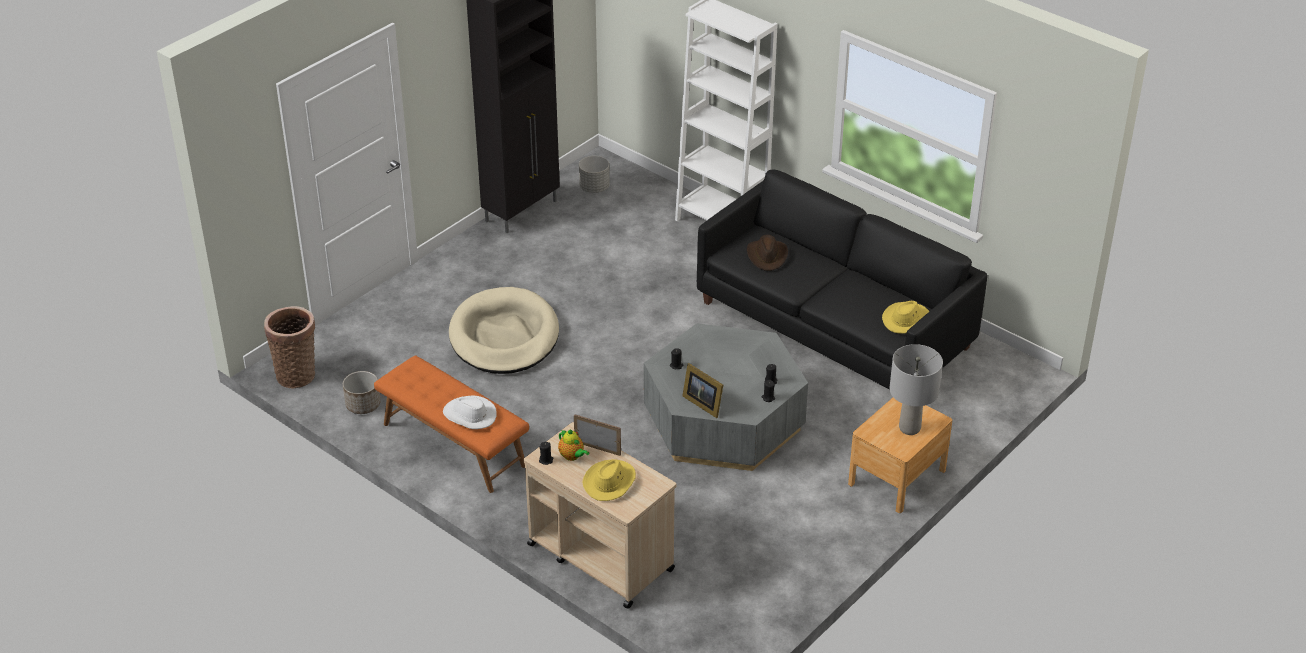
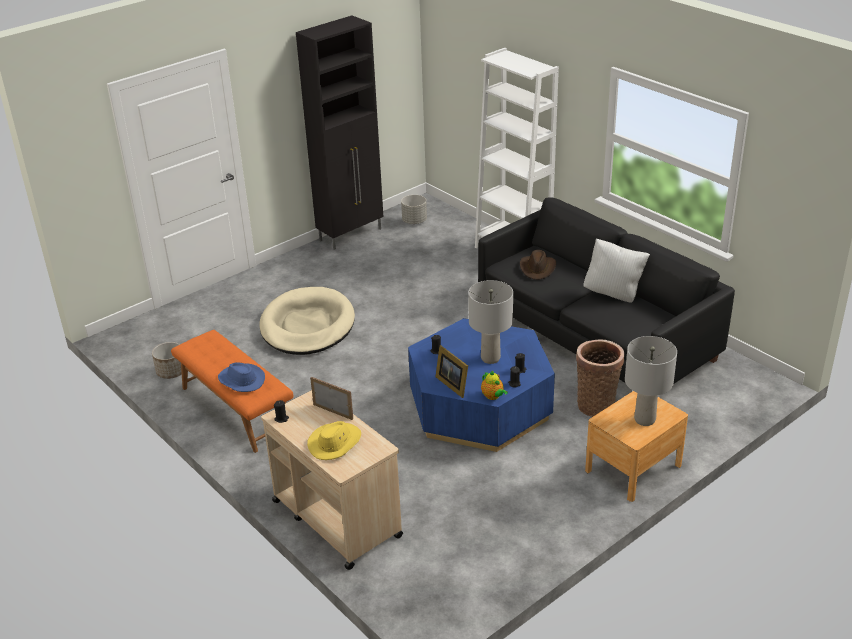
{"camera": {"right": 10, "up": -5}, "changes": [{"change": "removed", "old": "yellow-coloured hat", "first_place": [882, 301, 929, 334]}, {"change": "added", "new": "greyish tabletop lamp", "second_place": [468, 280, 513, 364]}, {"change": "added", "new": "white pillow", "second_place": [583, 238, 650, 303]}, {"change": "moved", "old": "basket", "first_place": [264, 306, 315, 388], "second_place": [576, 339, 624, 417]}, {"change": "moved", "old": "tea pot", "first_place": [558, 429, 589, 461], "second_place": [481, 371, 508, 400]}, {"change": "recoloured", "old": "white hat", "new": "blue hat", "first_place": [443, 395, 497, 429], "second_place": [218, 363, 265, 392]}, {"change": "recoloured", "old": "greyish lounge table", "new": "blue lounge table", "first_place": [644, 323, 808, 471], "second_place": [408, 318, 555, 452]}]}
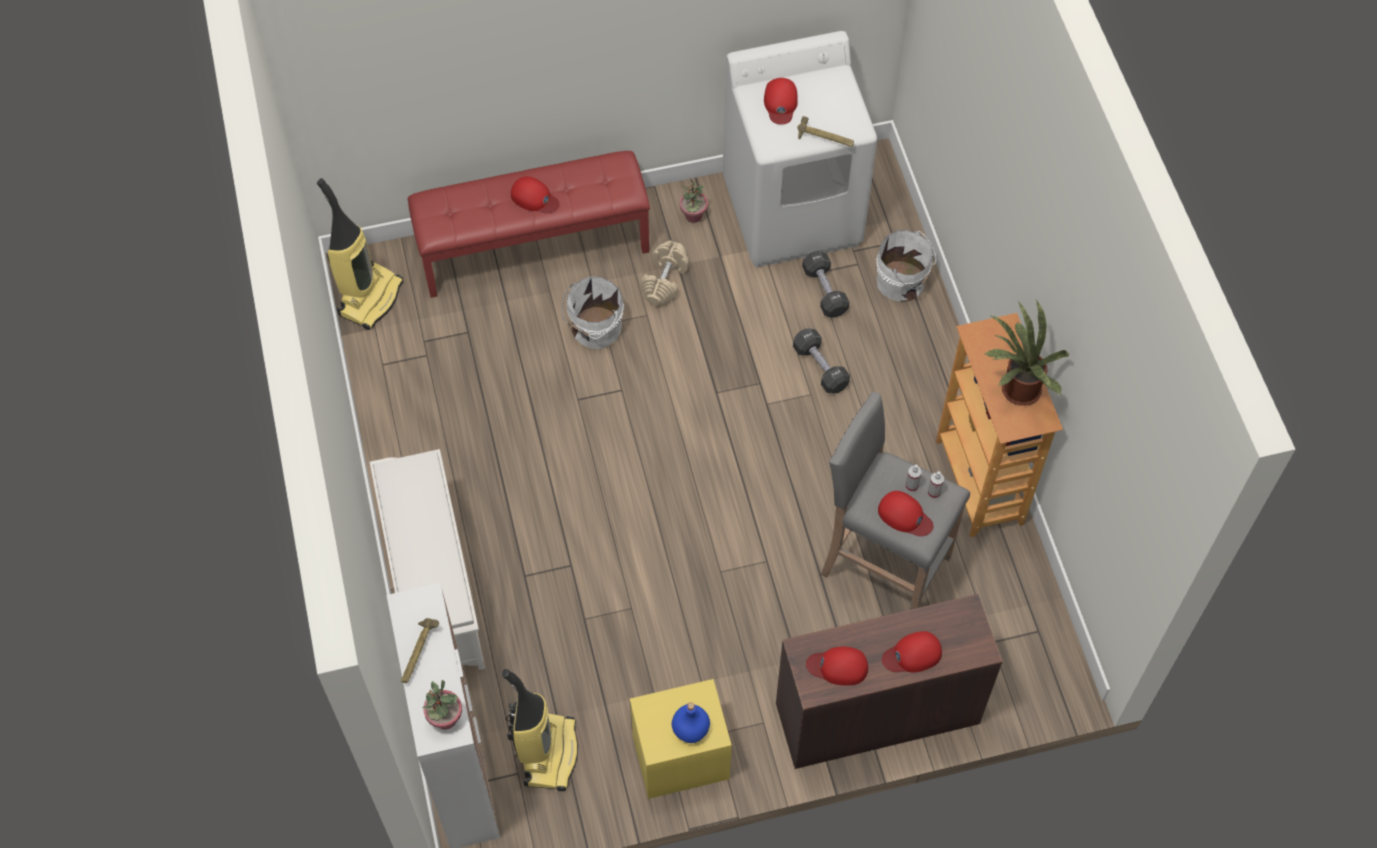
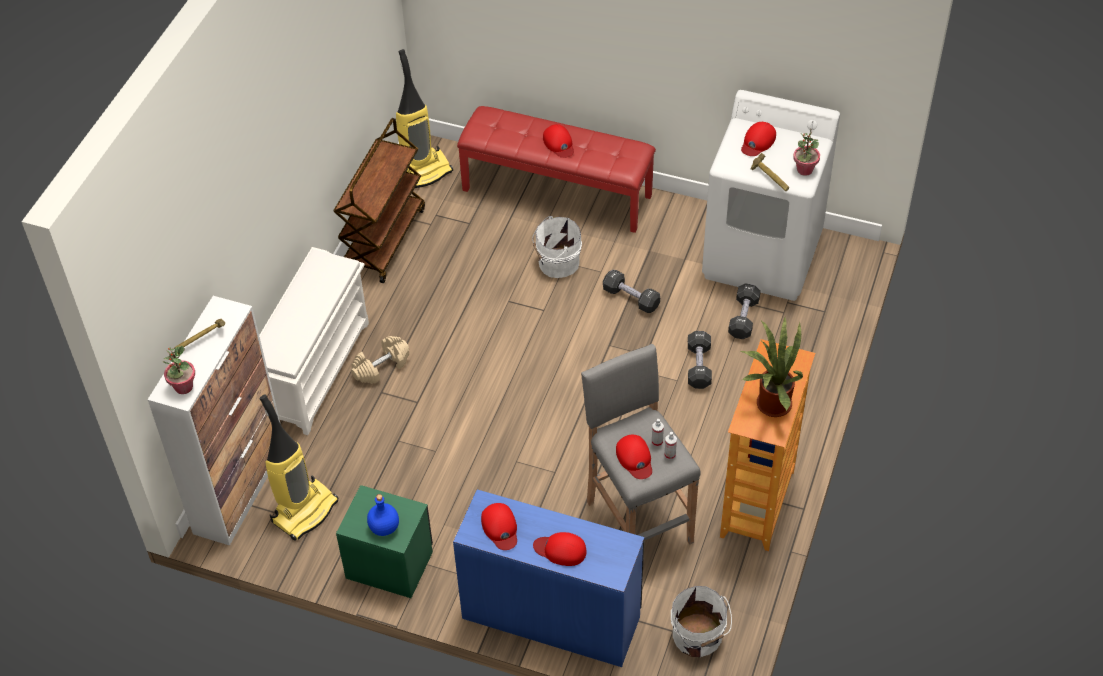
{"camera": {"right": 35, "up": -10}, "changes": [{"change": "added", "new": "brown-coloured trolley", "second_place": [333, 118, 425, 283]}, {"change": "added", "new": "blackish hand weight", "second_place": [603, 270, 660, 313]}, {"change": "moved", "old": "beige-coloured hand weight", "first_place": [641, 241, 689, 305], "second_place": [351, 336, 409, 384]}, {"change": "moved", "old": "houseplant", "first_place": [680, 178, 708, 223], "second_place": [793, 128, 820, 176]}, {"change": "moved", "old": "white water bucket", "first_place": [876, 230, 936, 302], "second_place": [671, 586, 732, 657]}, {"change": "recoloured", "old": "yellow-coloured night table", "new": "greenish night table", "first_place": [630, 679, 732, 799], "second_place": [336, 485, 433, 598]}, {"change": "recoloured", "old": "brown-coloured desk table", "new": "blue desk table", "first_place": [776, 594, 1003, 769], "second_place": [453, 489, 644, 667]}, {"change": "turned", "old": "red-coloured baseball cap", "first_place": [806, 647, 868, 686], "second_place": [481, 503, 517, 550], "degrees": -150}]}
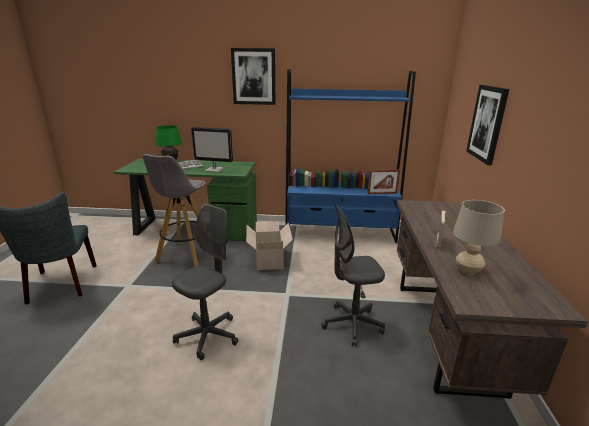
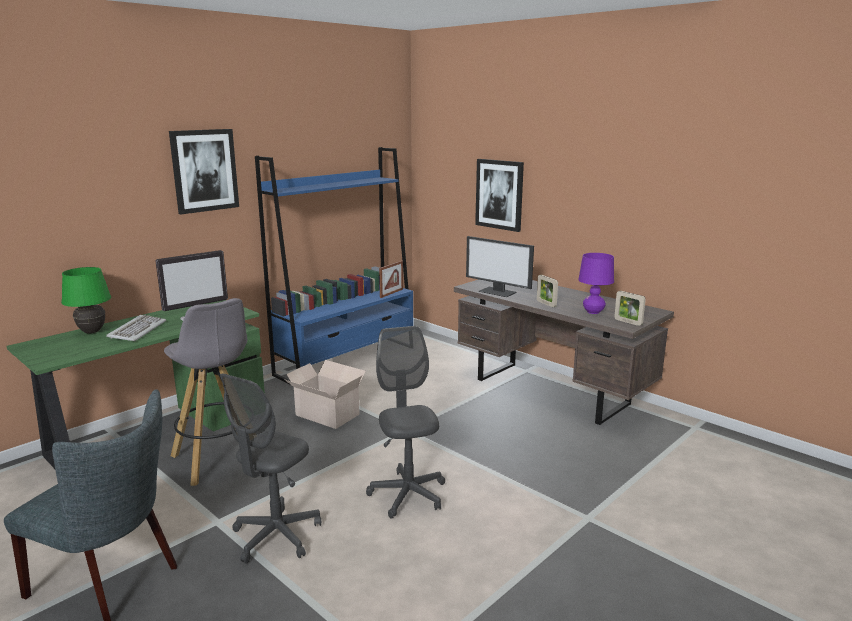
{"camera": {"right": -50, "up": -5}, "changes": [{"change": "added", "new": "computer display", "second_place": [466, 236, 534, 297]}, {"change": "added", "new": "photo frame", "second_place": [614, 291, 646, 326]}, {"change": "moved", "old": "greyish computer chair", "first_place": [321, 204, 385, 346], "second_place": [220, 373, 321, 563]}, {"change": "recoloured", "old": "beige-coloured tabletop lamp", "new": "purple-coloured tabletop lamp", "first_place": [453, 200, 505, 275], "second_place": [578, 253, 614, 314]}]}
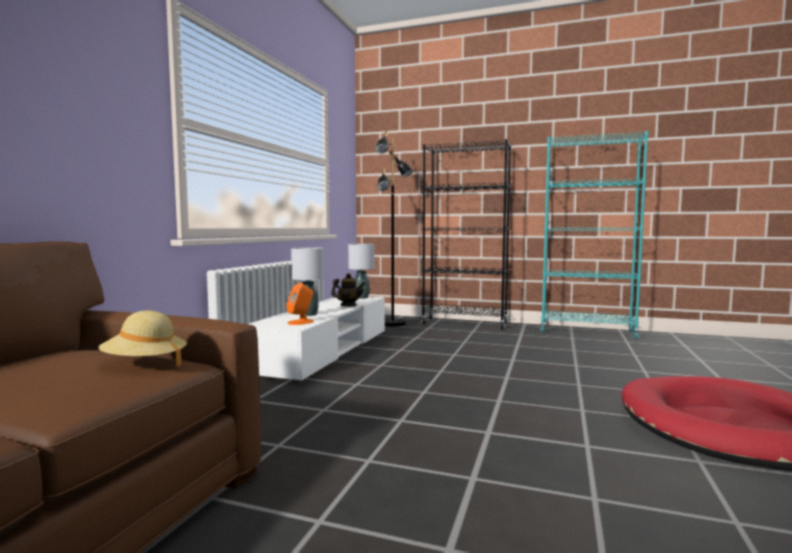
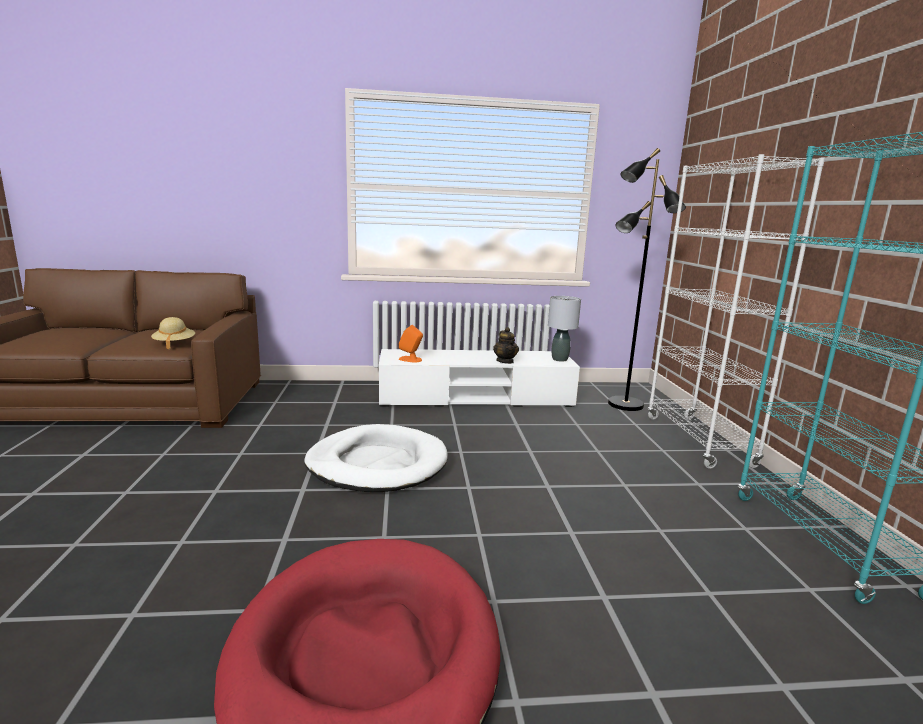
{"camera": {"right": 65, "up": 10}, "changes": [{"change": "removed", "old": "greyish tabletop lamp", "first_place": [291, 247, 324, 316]}, {"change": "added", "new": "white pet bed", "second_place": [304, 424, 448, 492]}, {"change": "recoloured", "old": "blackish shelving unit", "new": "white shelving unit", "first_place": [421, 139, 511, 330], "second_place": [647, 154, 825, 469]}]}
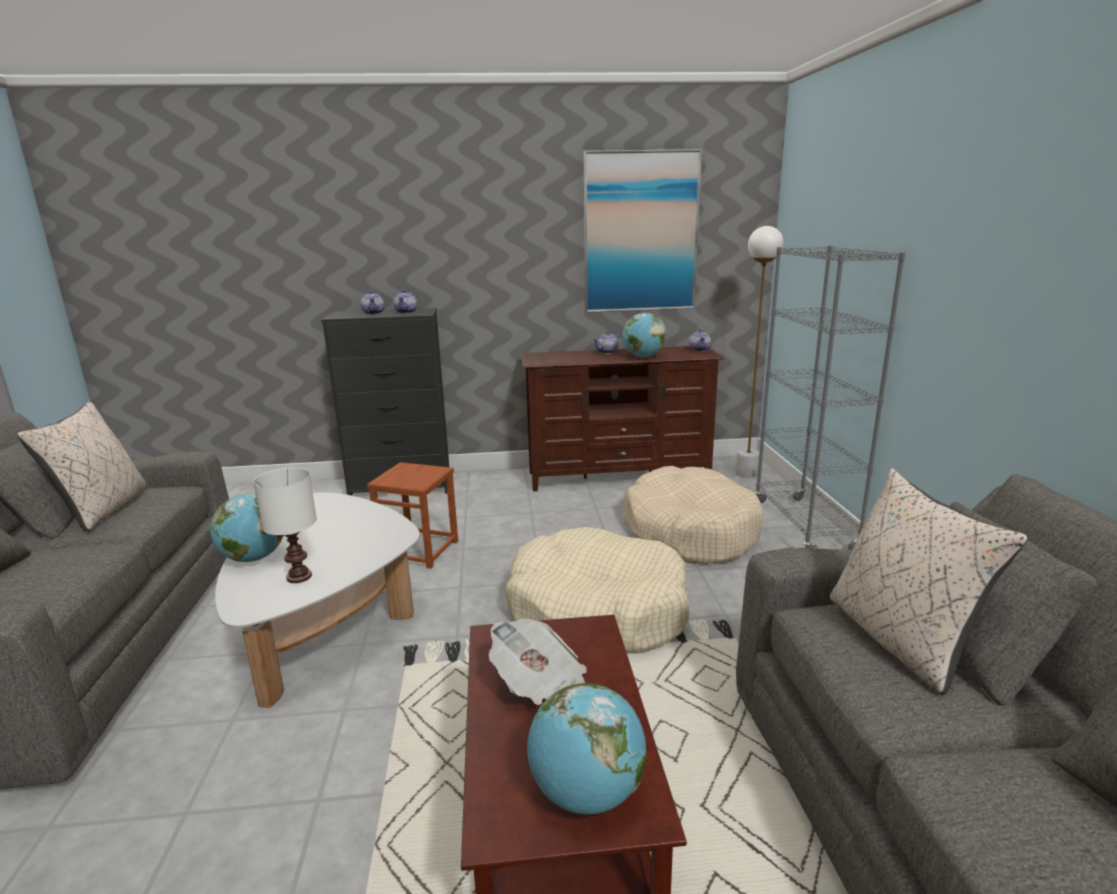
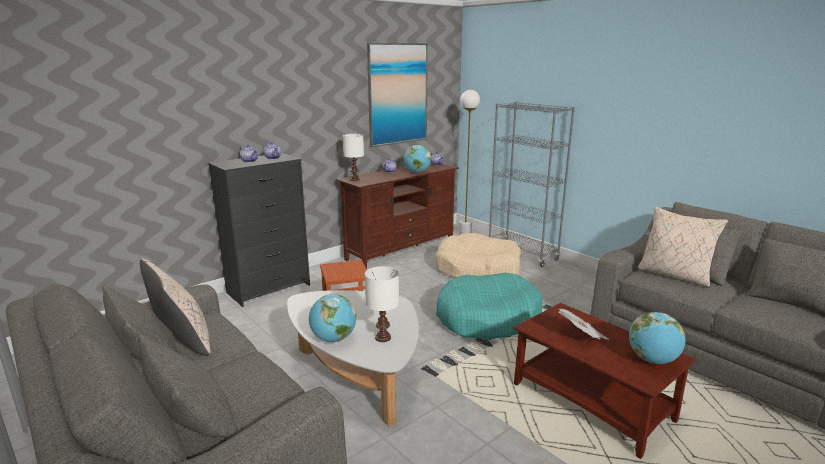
{"camera": {"right": -35, "up": 0}, "changes": [{"change": "added", "new": "white tabletop lamp", "second_place": [343, 134, 364, 181]}, {"change": "recoloured", "old": "beige-coloured pet bed", "new": "blue-green pet bed", "first_place": [505, 527, 689, 653], "second_place": [436, 273, 543, 340]}]}
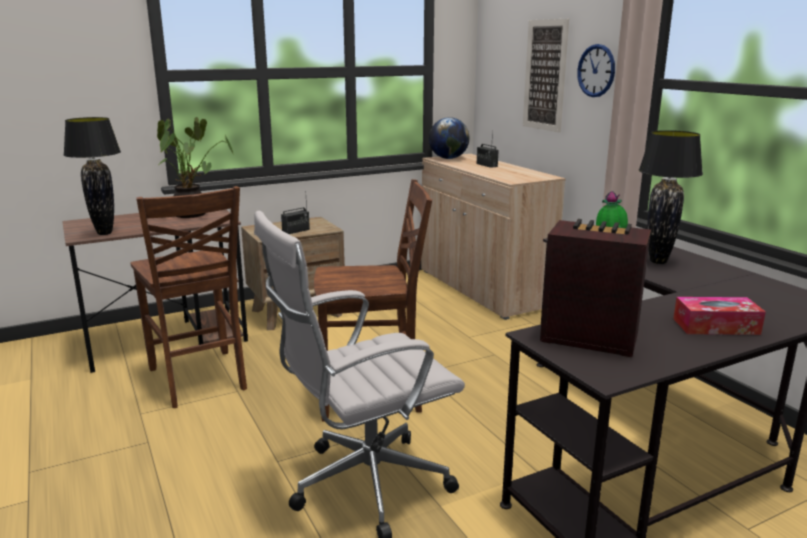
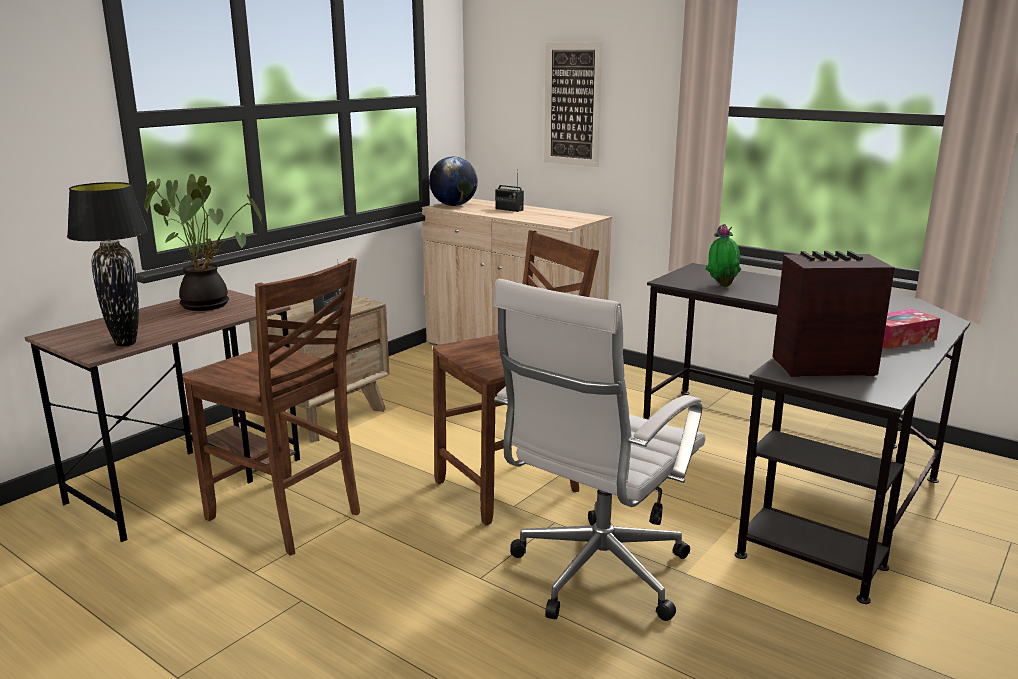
{"camera": {"right": -25, "up": 0}, "changes": [{"change": "removed", "old": "wall clock", "first_place": [577, 44, 615, 97]}, {"change": "removed", "old": "blackish tabletop lamp", "first_place": [639, 130, 703, 264]}]}
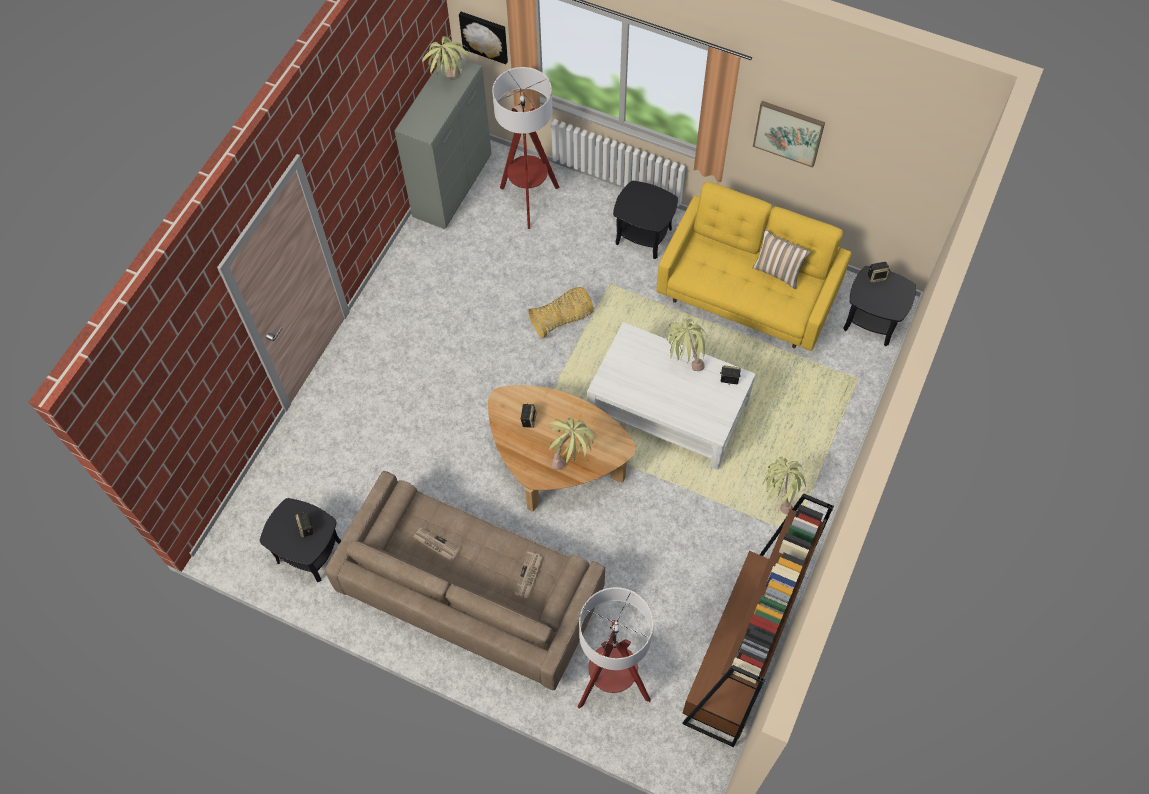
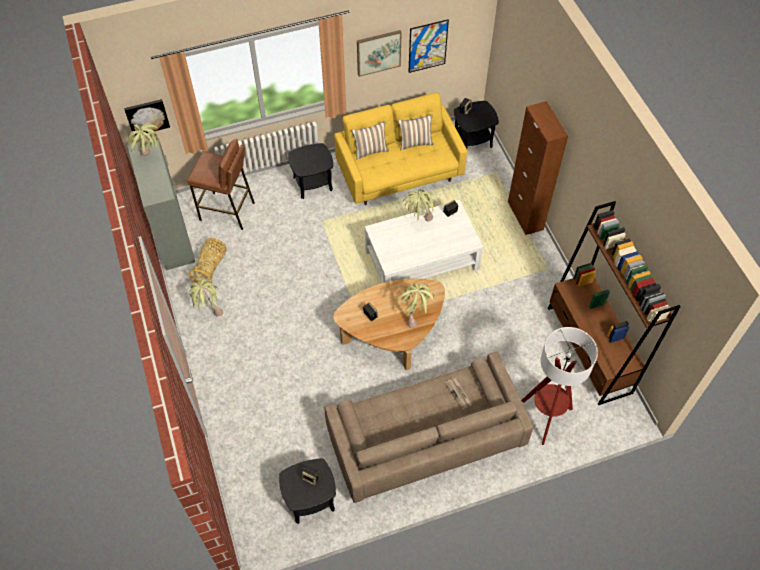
{"camera": {"right": -45, "up": -5}, "changes": [{"change": "removed", "old": "newspaper", "first_place": [413, 527, 461, 560]}, {"change": "added", "new": "pillow", "second_place": [351, 121, 389, 160]}, {"change": "added", "new": "wall art", "second_place": [409, 19, 449, 73]}, {"change": "added", "new": "brown-coloured cabinet", "second_place": [508, 101, 568, 235]}, {"change": "moved", "old": "basket", "first_place": [528, 287, 594, 338], "second_place": [189, 238, 226, 285]}, {"change": "moved", "old": "houseplant", "first_place": [762, 457, 806, 515], "second_place": [189, 279, 223, 316]}, {"change": "replaced", "old": "standing lamp", "new": "brown-coloured stool seat", "first_place": [492, 67, 560, 229], "second_place": [187, 138, 255, 230]}]}
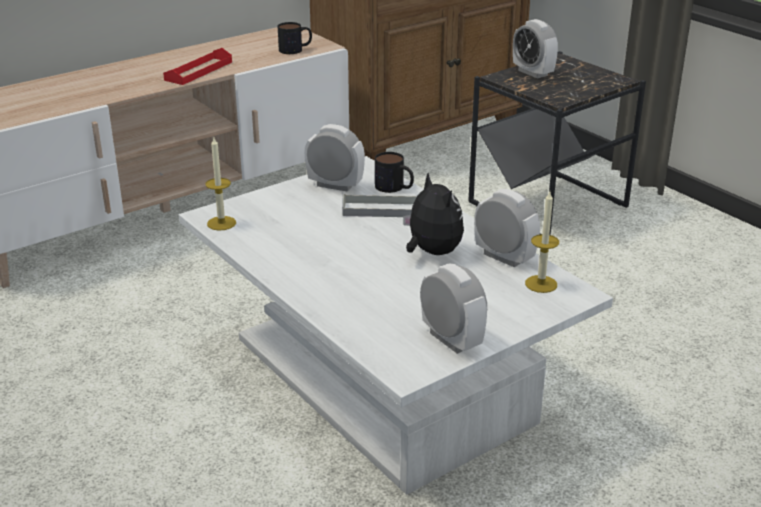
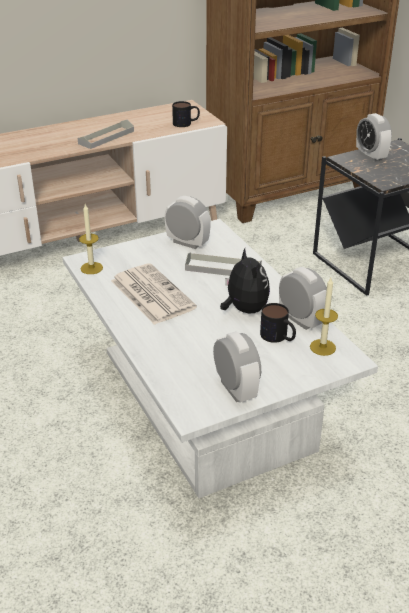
{"camera": {"right": 10, "up": 5}, "changes": [{"change": "added", "new": "newspaper", "second_place": [111, 263, 197, 325]}, {"change": "moved", "old": "coffee mug", "first_place": [375, 152, 414, 193], "second_place": [260, 303, 296, 343]}, {"change": "recoloured", "old": "red-coloured serving tray", "new": "greyish serving tray", "first_place": [163, 48, 232, 85], "second_place": [78, 120, 134, 149]}]}
